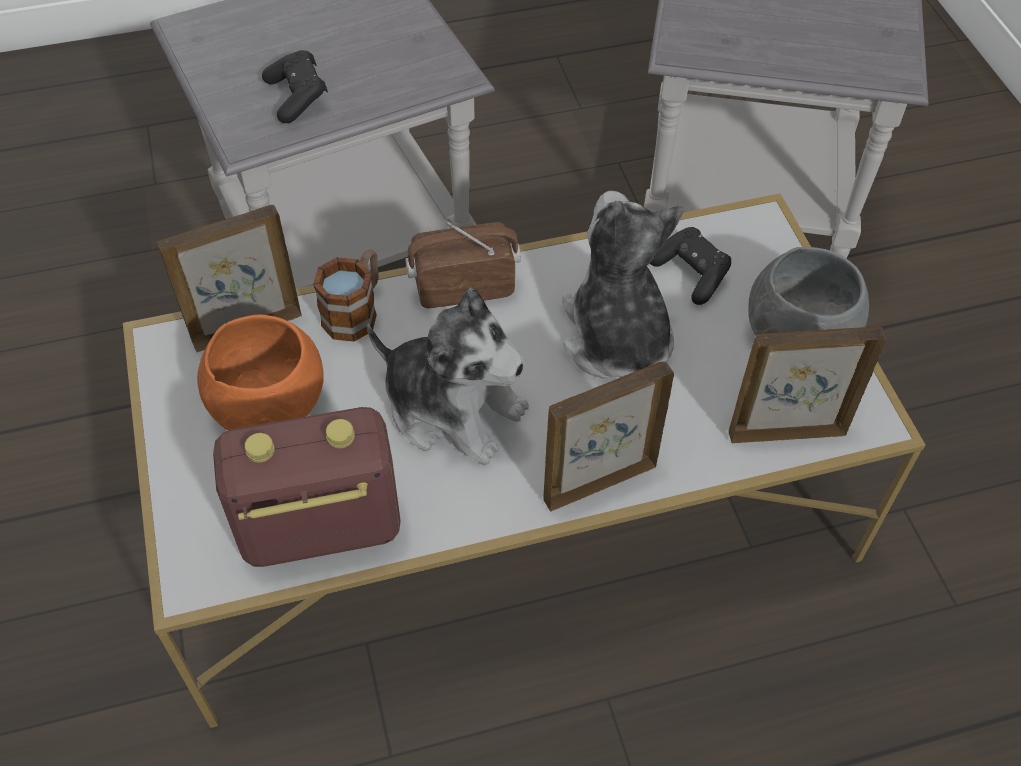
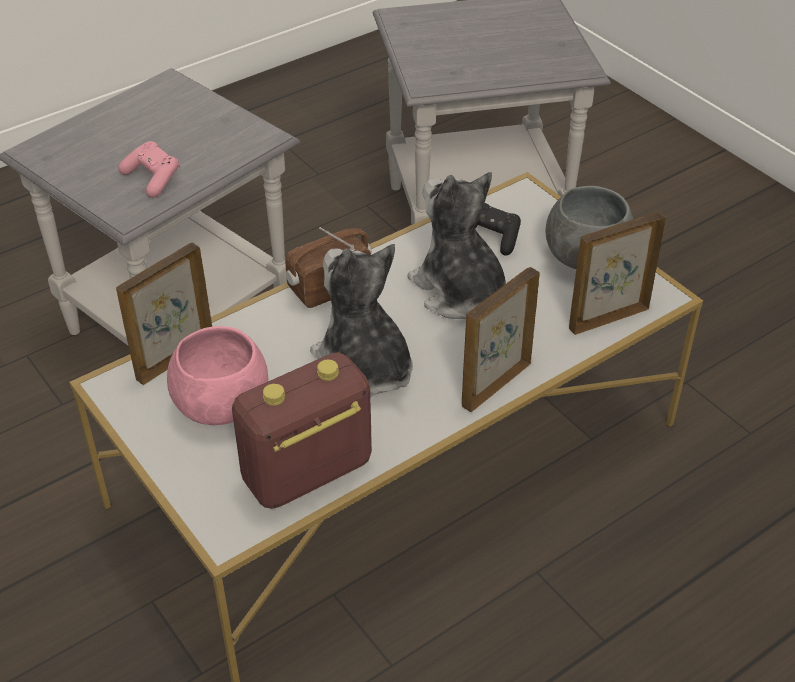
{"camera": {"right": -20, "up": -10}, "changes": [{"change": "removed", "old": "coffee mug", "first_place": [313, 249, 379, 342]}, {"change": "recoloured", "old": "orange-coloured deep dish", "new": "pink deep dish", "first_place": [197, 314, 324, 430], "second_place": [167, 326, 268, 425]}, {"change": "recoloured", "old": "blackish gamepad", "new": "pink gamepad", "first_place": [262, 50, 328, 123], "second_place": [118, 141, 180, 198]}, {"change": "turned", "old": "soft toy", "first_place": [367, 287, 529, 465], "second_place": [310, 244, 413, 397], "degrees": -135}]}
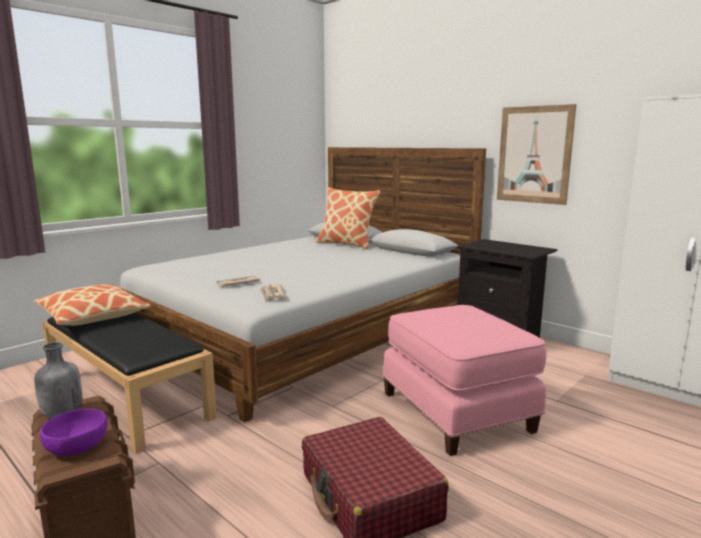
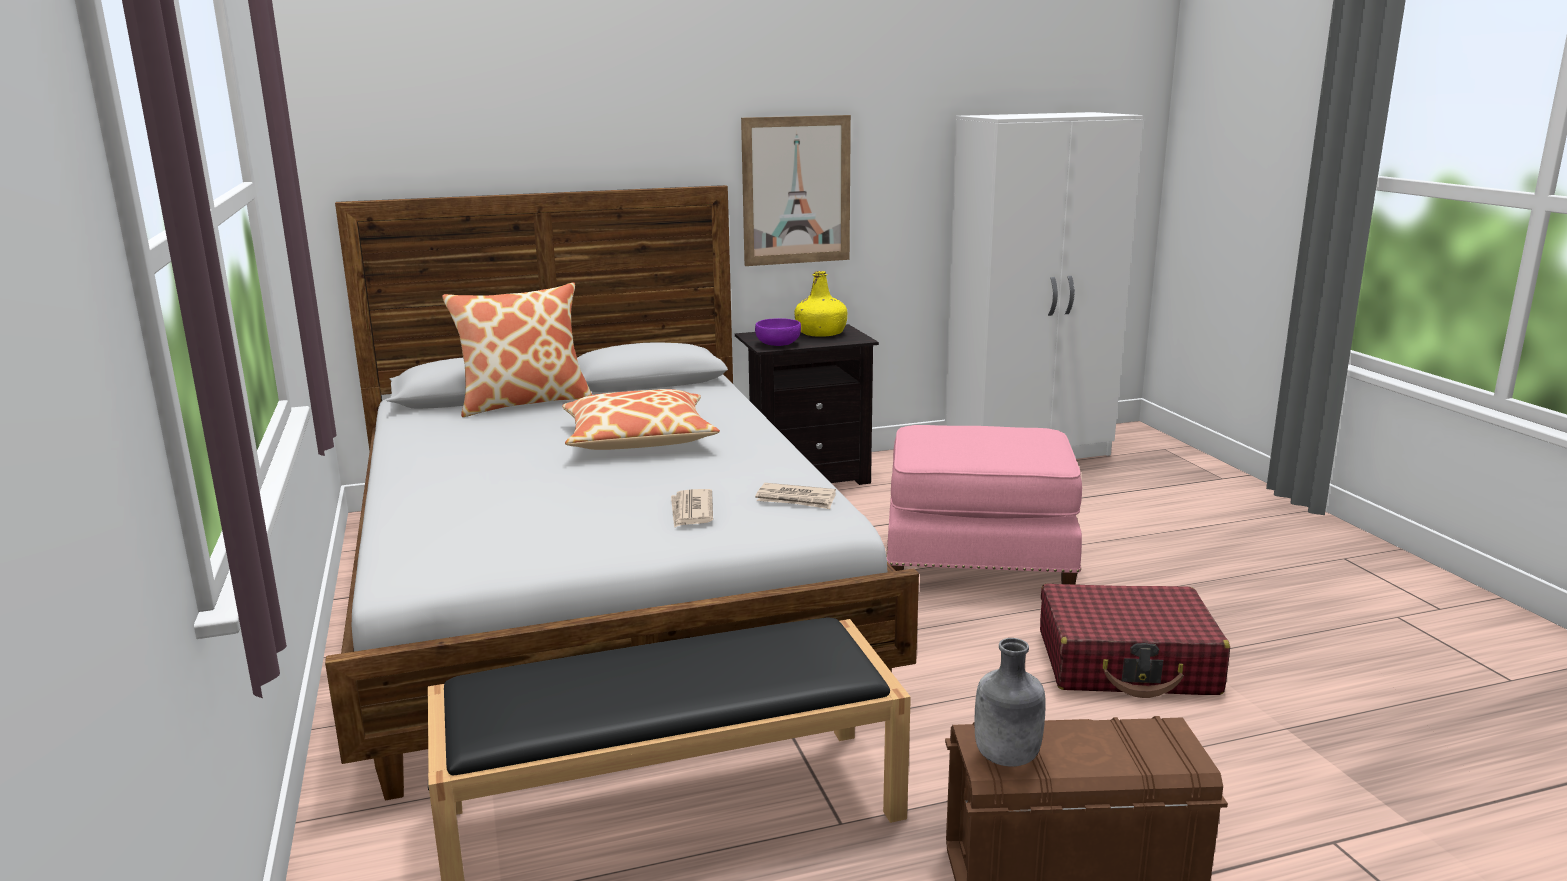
{"camera": {"right": -60, "up": 5}, "changes": [{"change": "added", "new": "yellow-coloured beverage bottle", "second_place": [794, 271, 847, 337]}, {"change": "moved", "old": "pillow", "first_place": [34, 284, 151, 326], "second_place": [562, 389, 720, 450]}, {"change": "moved", "old": "purple-coloured deep dish", "first_place": [40, 409, 107, 456], "second_place": [755, 318, 801, 346]}]}
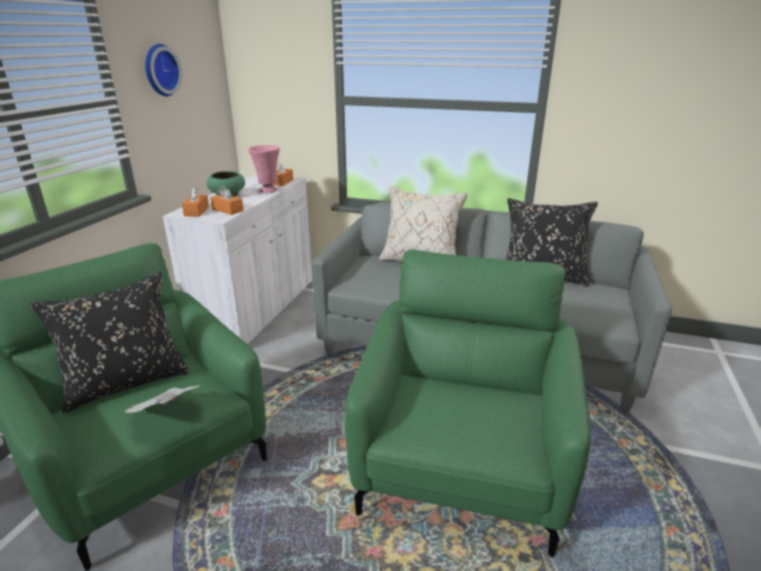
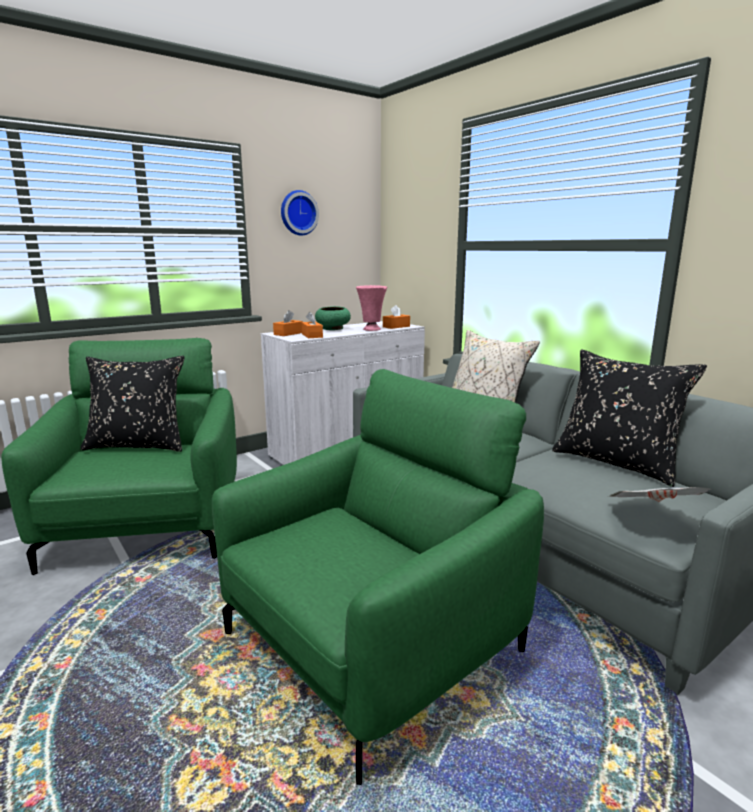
{"camera": {"right": 35, "up": -10}, "changes": [{"change": "moved", "old": "newspaper", "first_place": [125, 385, 200, 413], "second_place": [608, 487, 712, 502]}]}
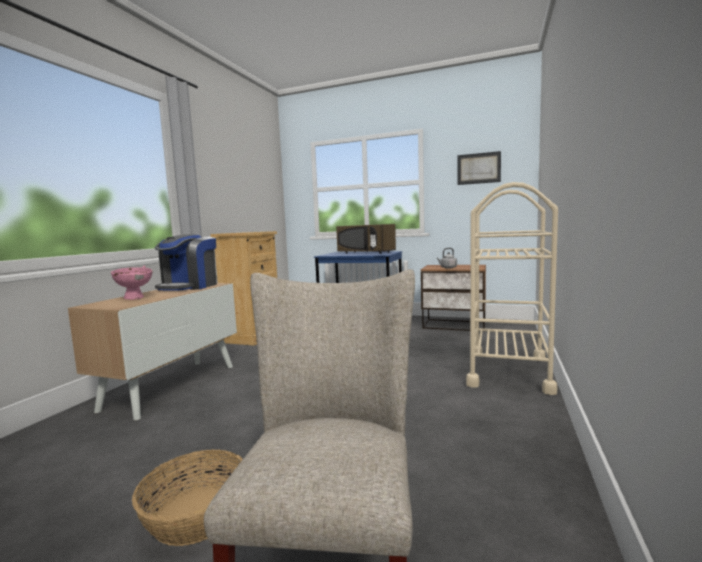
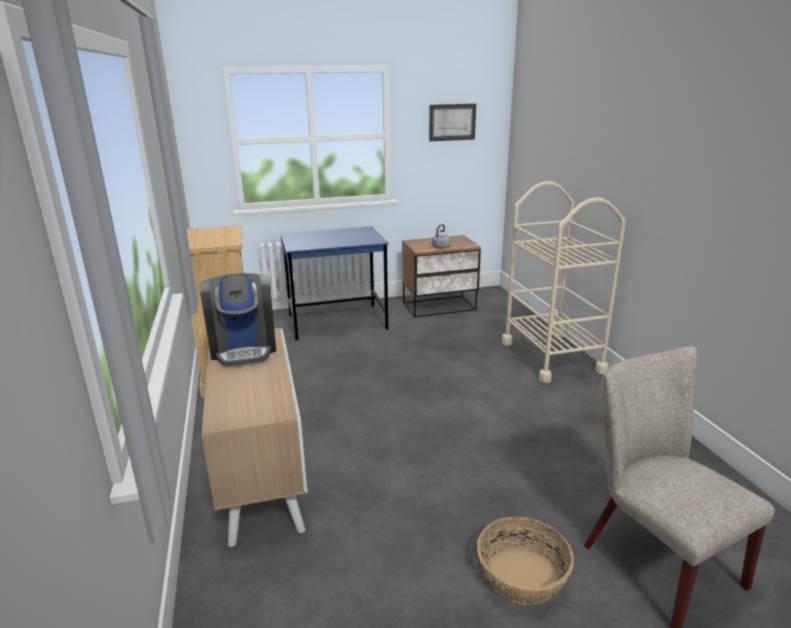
{"camera": {"right": -35, "up": 15}, "changes": [{"change": "removed", "old": "pink deep dish", "first_place": [111, 265, 153, 300]}, {"change": "removed", "old": "brown-coloured microwave", "first_place": [336, 224, 396, 254]}]}
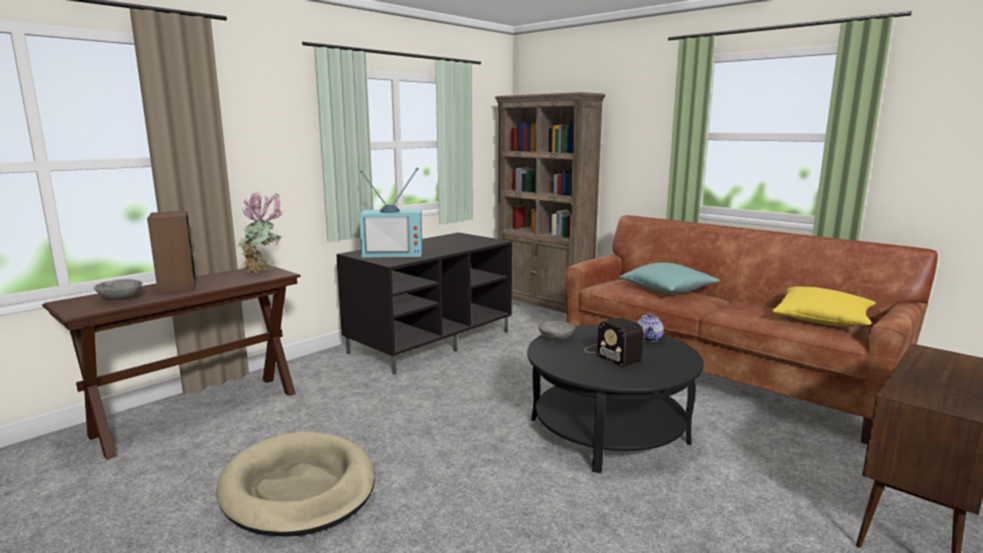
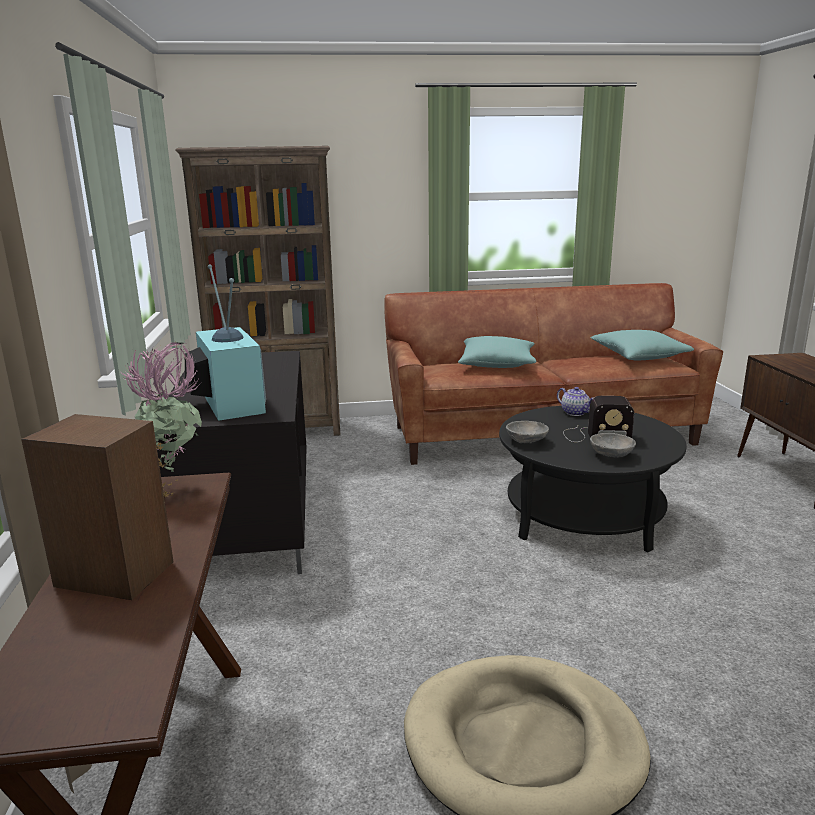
{"camera": {"right": -50, "up": 5}, "changes": [{"change": "moved", "old": "greyish deep dish", "first_place": [94, 279, 142, 300], "second_place": [590, 433, 636, 457]}, {"change": "recoloured", "old": "yellow-coloured pillow", "new": "blue-green pillow", "first_place": [772, 287, 876, 326], "second_place": [591, 330, 694, 360]}, {"change": "turned", "old": "TV set", "first_place": [359, 167, 423, 258], "second_place": [185, 264, 266, 421], "degrees": -60}]}
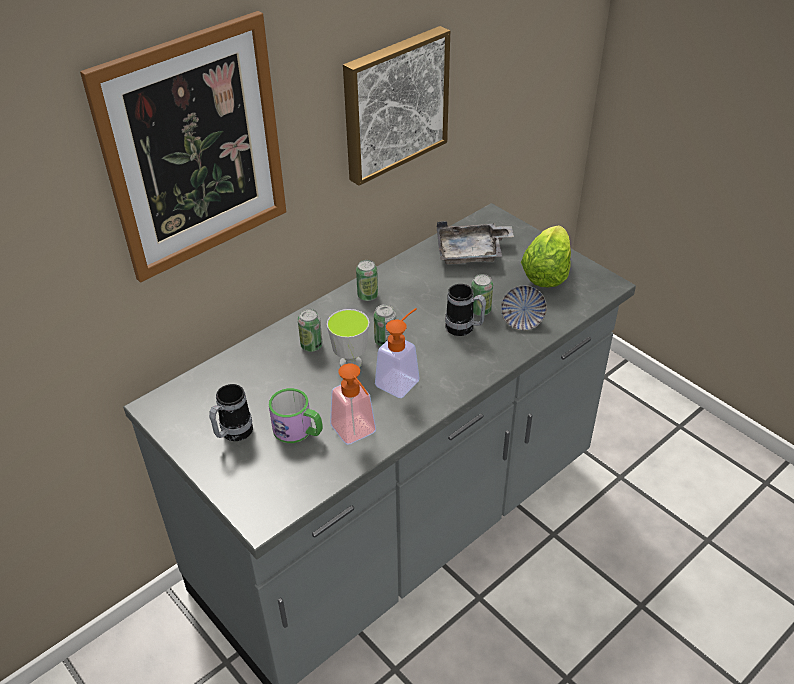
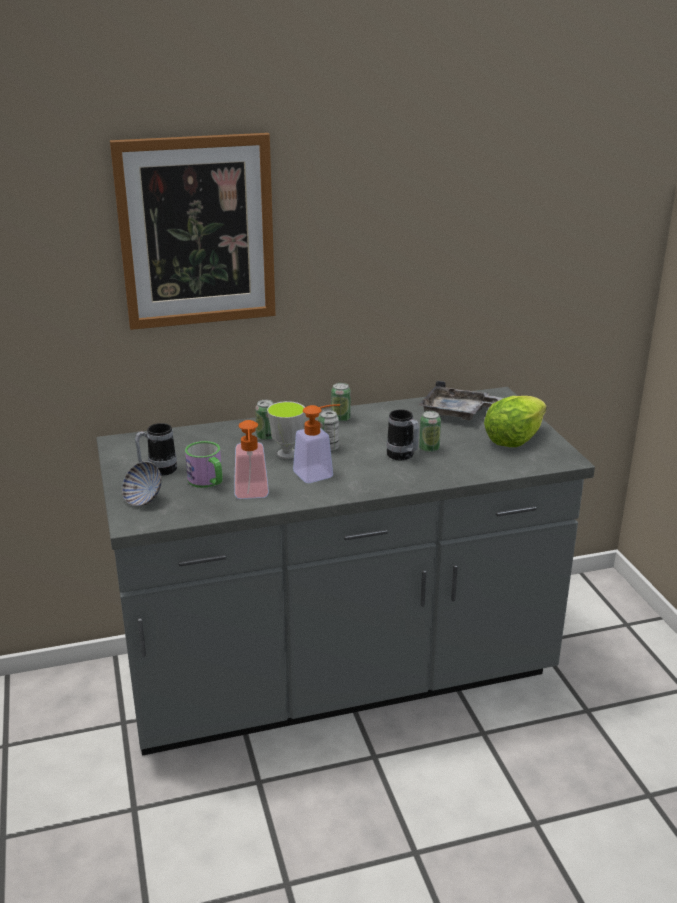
{"camera": {"right": 25, "up": -15}, "changes": [{"change": "removed", "old": "wall art", "first_place": [343, 26, 450, 186]}, {"change": "moved", "old": "deep dish", "first_place": [501, 285, 547, 330], "second_place": [122, 461, 162, 506]}]}
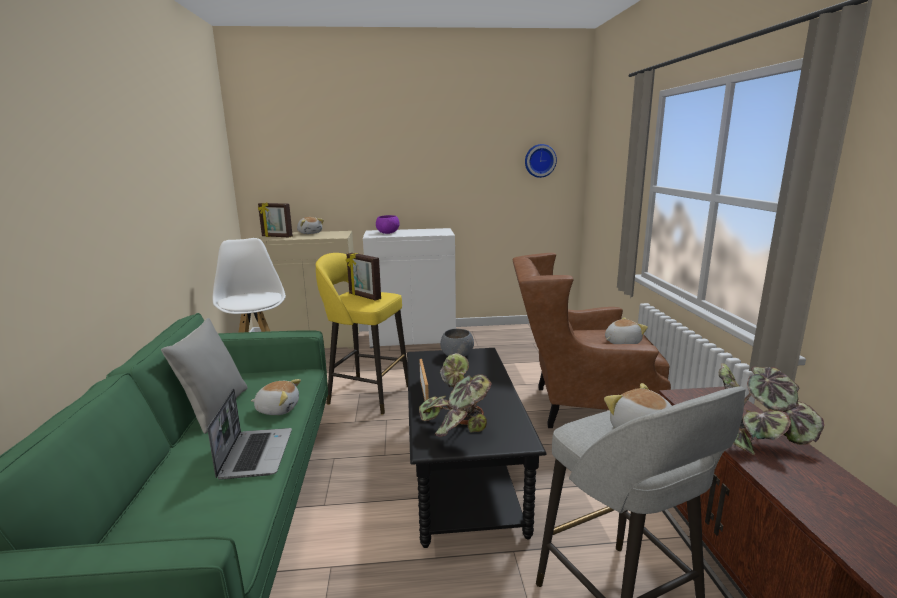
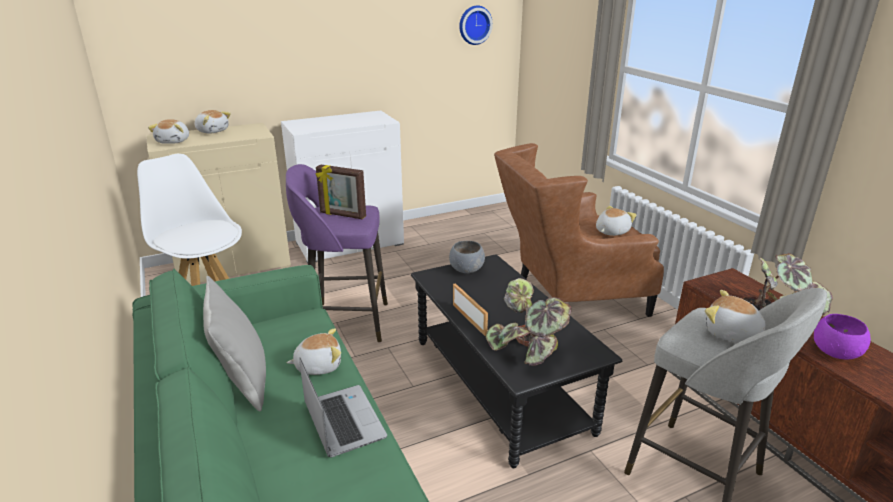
{"camera": {"right": -20, "up": 10}, "changes": [{"change": "moved", "old": "purple-coloured deep dish", "first_place": [376, 215, 400, 234], "second_place": [814, 314, 871, 360]}, {"change": "replaced", "old": "photo frame", "new": "soft toy", "first_place": [258, 203, 293, 237], "second_place": [148, 119, 189, 144]}, {"change": "recoloured", "old": "yellow-coloured stool seat", "new": "purple-coloured stool seat", "first_place": [316, 253, 408, 415], "second_place": [286, 164, 388, 342]}]}
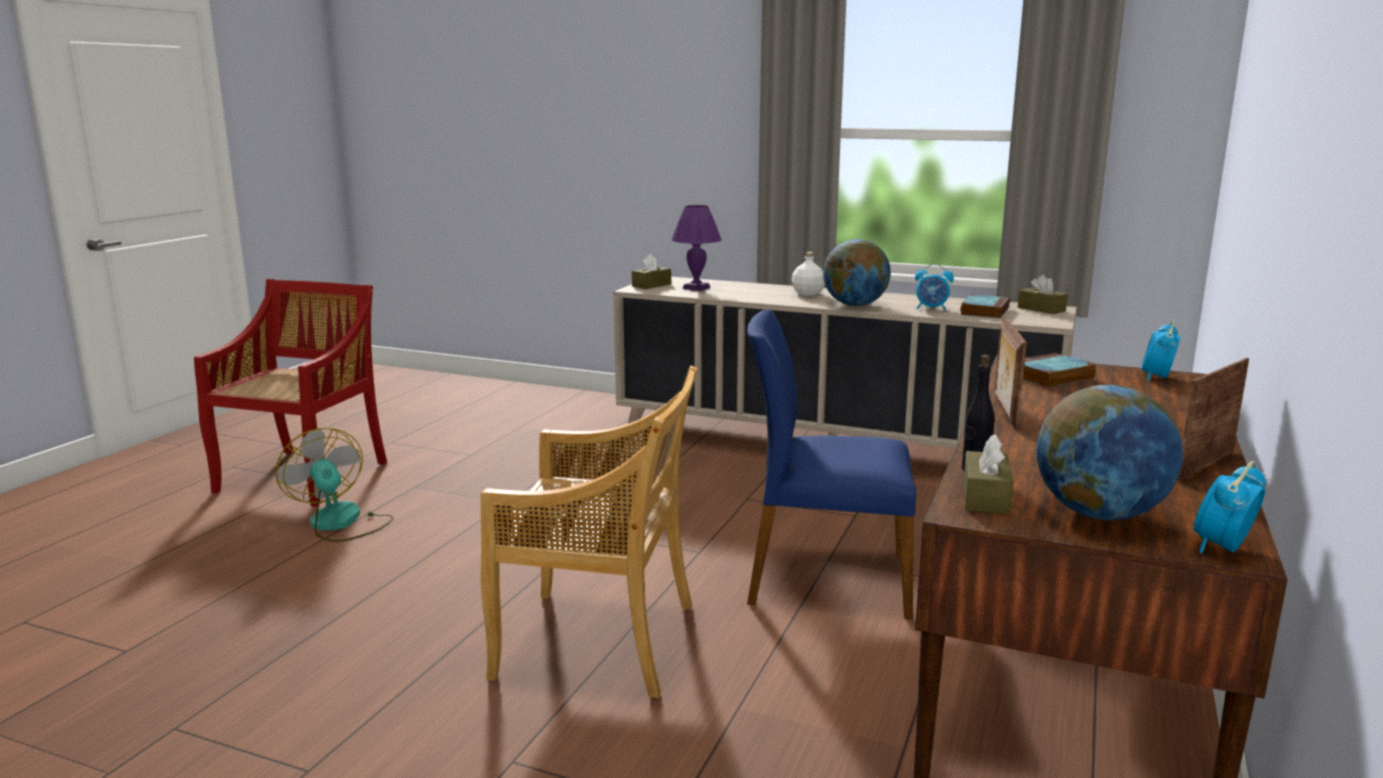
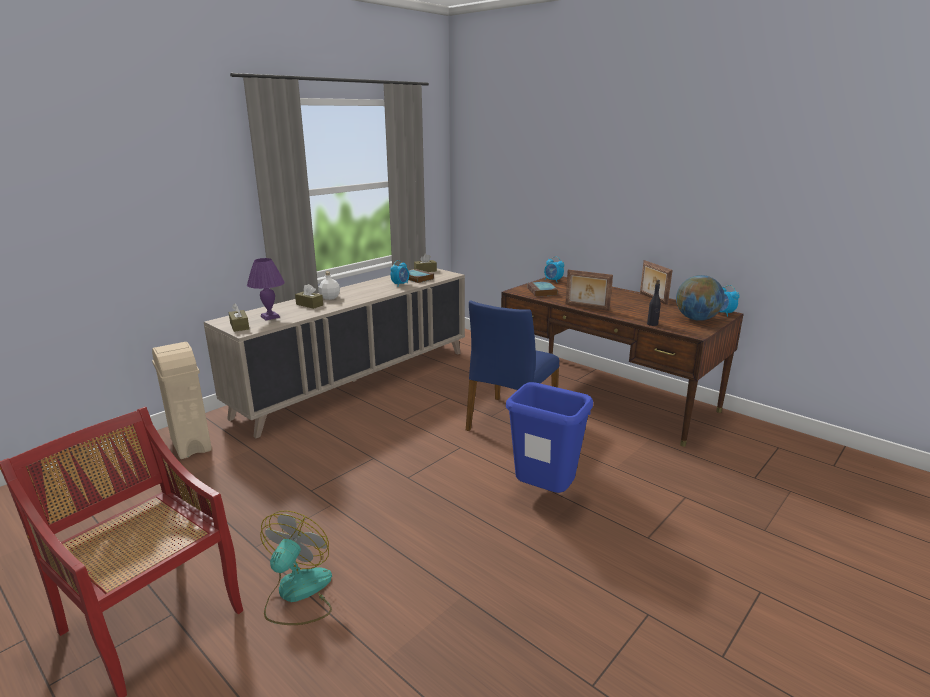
{"camera": {"right": -70, "up": 5}, "changes": [{"change": "removed", "old": "globe", "first_place": [823, 239, 891, 306]}, {"change": "added", "new": "beige-coloured waste bin", "second_place": [152, 342, 212, 459]}, {"change": "moved", "old": "brown-coloured box of tissues", "first_place": [963, 435, 1013, 514], "second_place": [295, 284, 323, 309]}, {"change": "replaced", "old": "beige-coloured chair", "new": "blue waste bin", "first_place": [480, 366, 698, 698], "second_place": [506, 382, 593, 493]}, {"change": "turned", "old": "electric fan", "first_place": [275, 428, 394, 542], "second_place": [260, 511, 332, 625], "degrees": 120}]}
